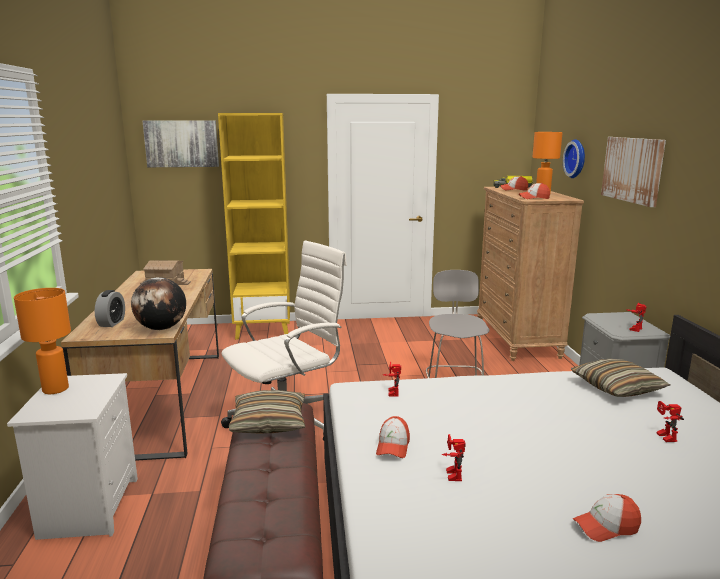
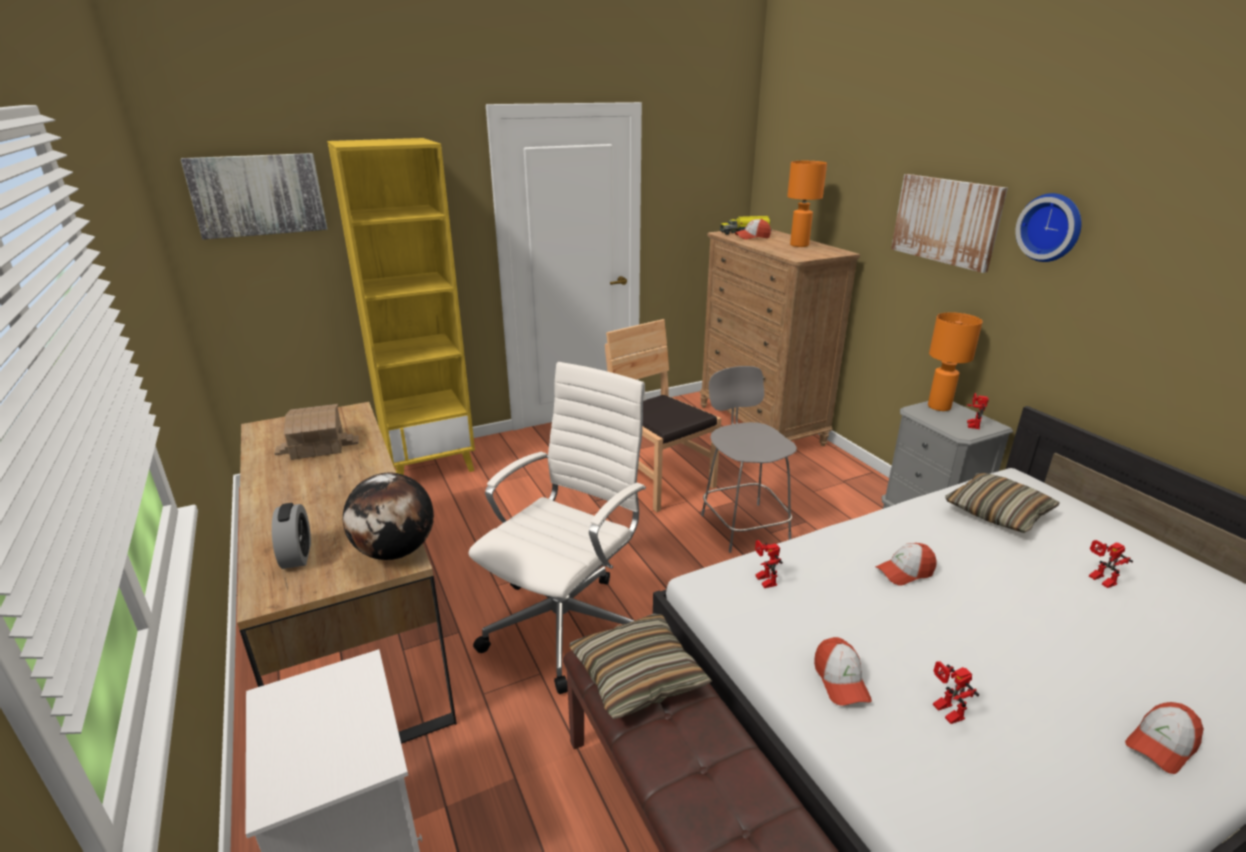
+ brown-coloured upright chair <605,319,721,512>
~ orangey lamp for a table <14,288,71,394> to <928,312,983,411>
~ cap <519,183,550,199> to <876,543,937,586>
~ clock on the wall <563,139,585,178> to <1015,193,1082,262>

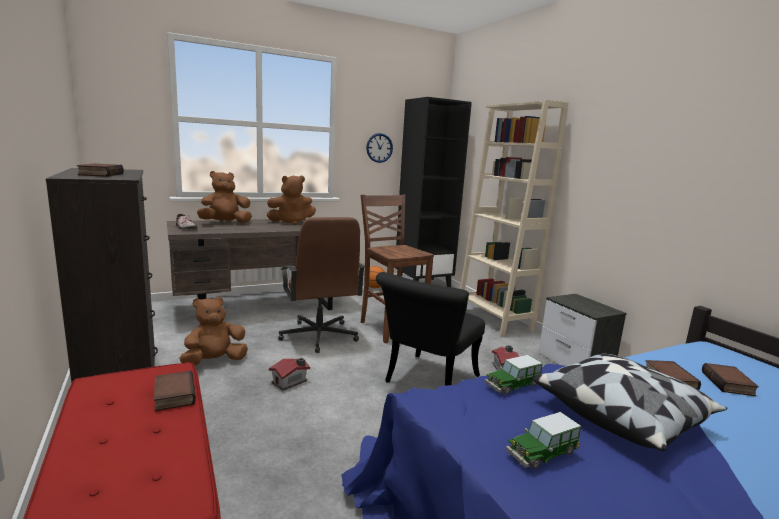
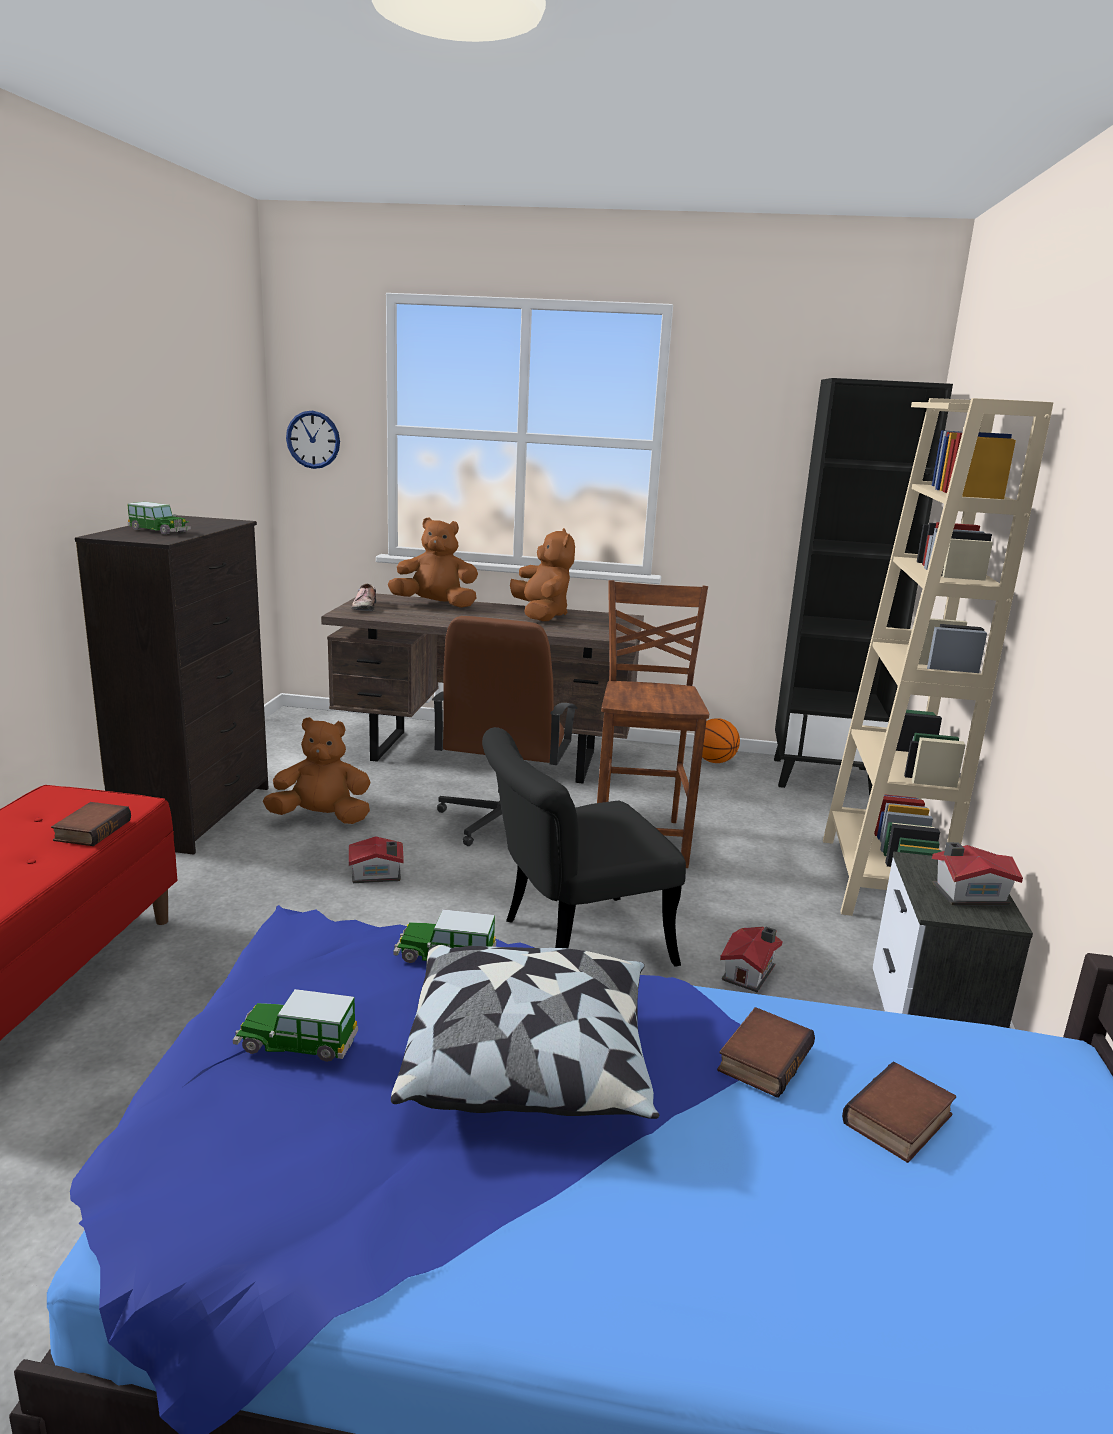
+ miniature house <932,842,1023,906>
~ clock on the wall <366,133,393,163> to <286,411,340,469>
~ bound book <77,163,124,177> to model car <127,502,191,535>
~ brown-coloured soft toy <267,176,316,225> = <510,528,575,621> 120 degrees counterclockwise

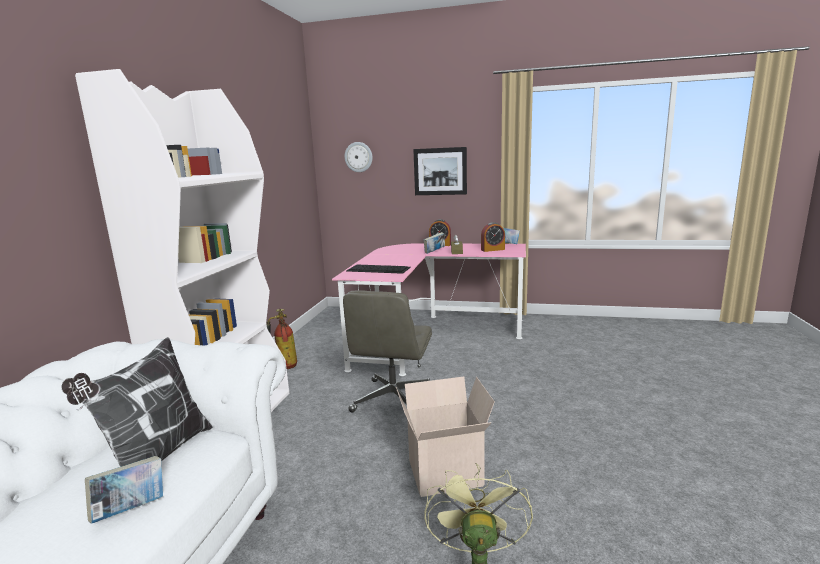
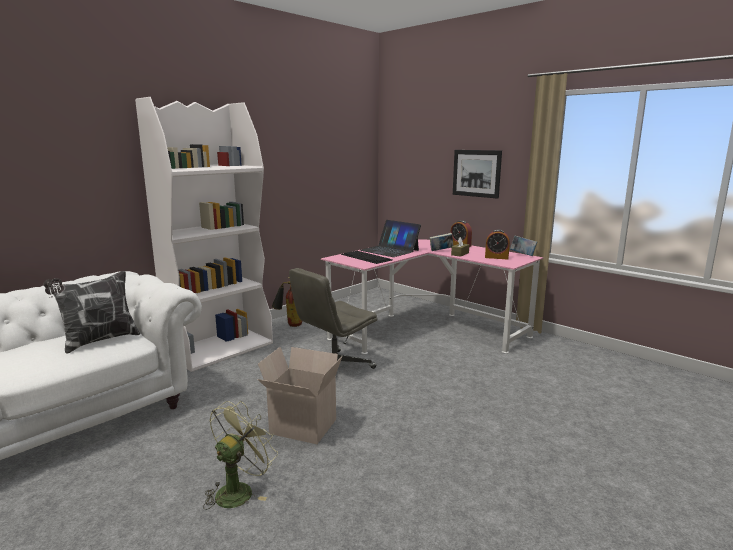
- bound book <85,456,163,524>
- clock on the wall <344,142,373,172>
+ portable computer <360,220,421,257>

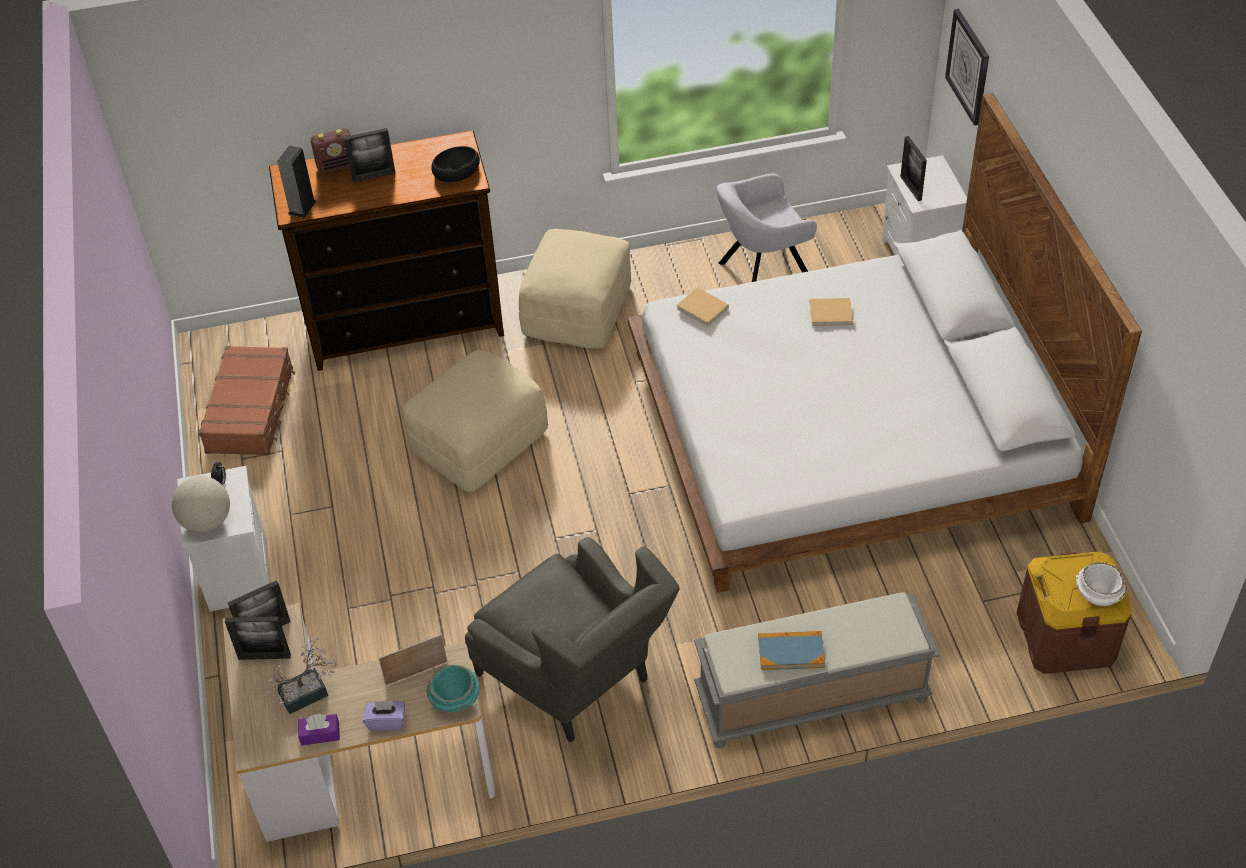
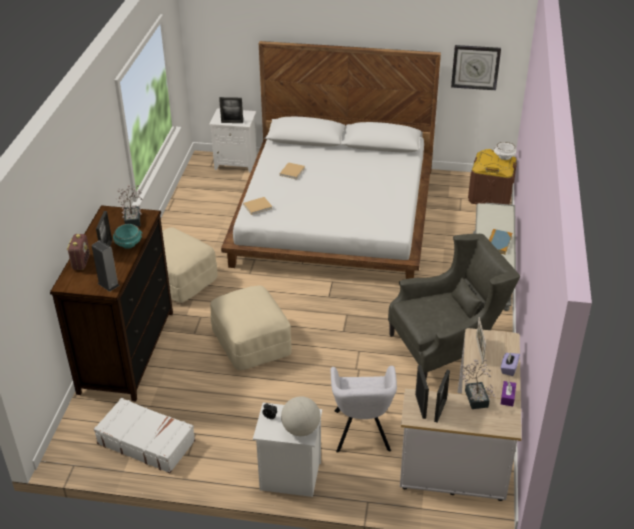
~ blue-green deep dish <427,665,480,712> to <113,224,142,249>
~ grey armchair <717,174,817,282> to <331,366,397,453>
~ clock on the wall <945,9,989,126> to <451,45,501,90>
~ blackish deep dish <431,146,480,182> to houseplant <115,185,143,226>
~ brown-coloured piece of luggage <198,346,295,455> to white piece of luggage <94,398,195,473>

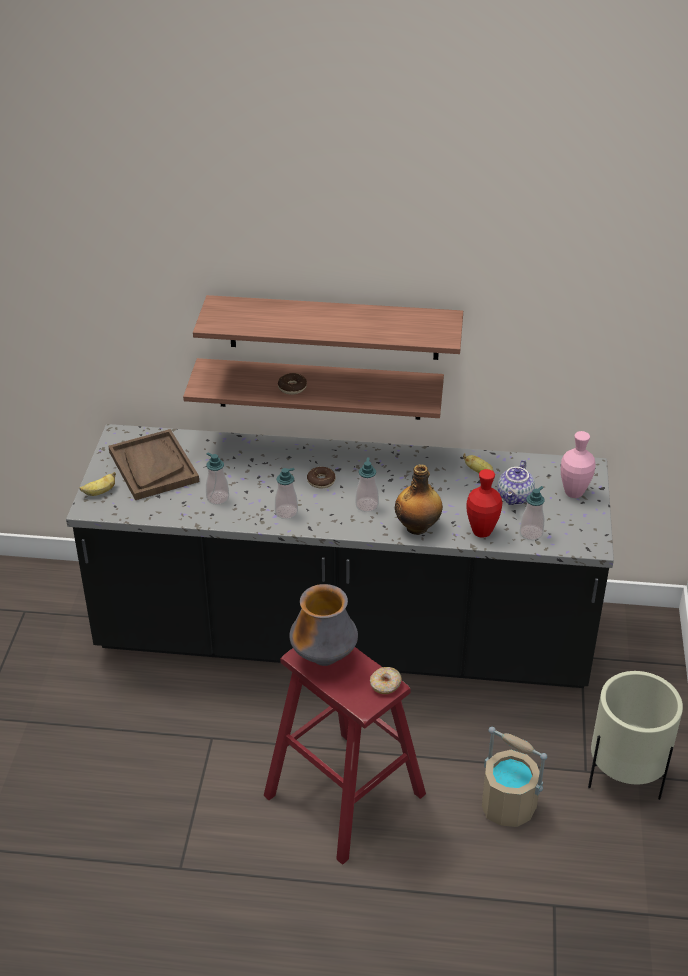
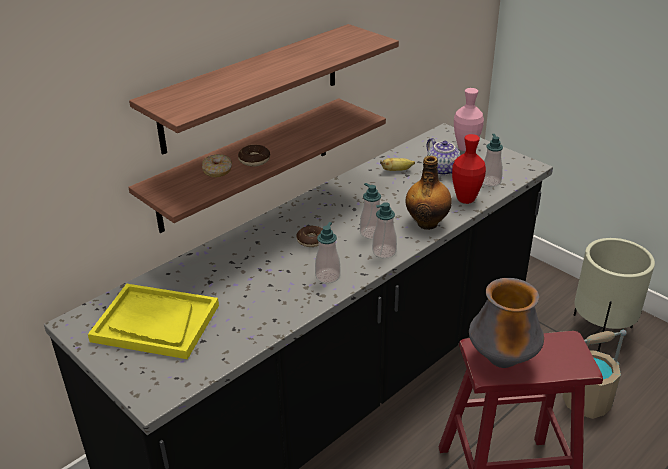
- whole banana <79,472,116,496>
~ soap bottle <206,453,229,505> to <372,202,397,259>
~ doughnut <370,667,402,694> to <202,154,232,178>
~ brown-coloured serving tray <108,429,199,500> to yellow-coloured serving tray <88,284,219,359>

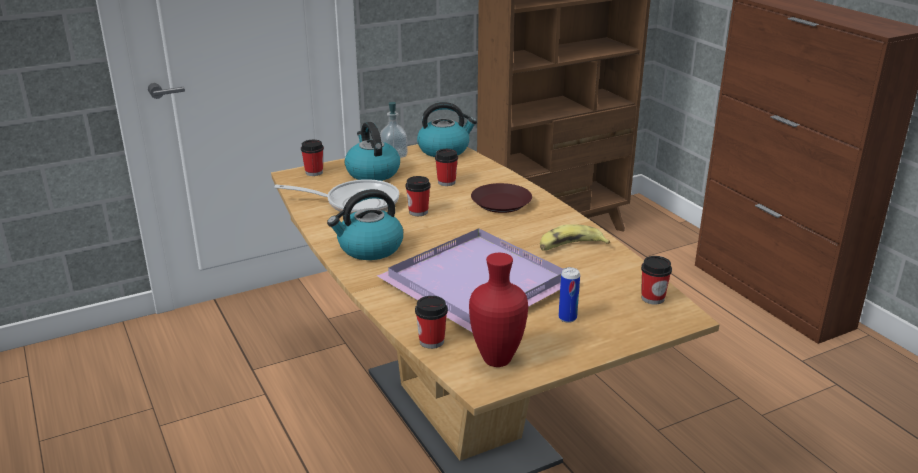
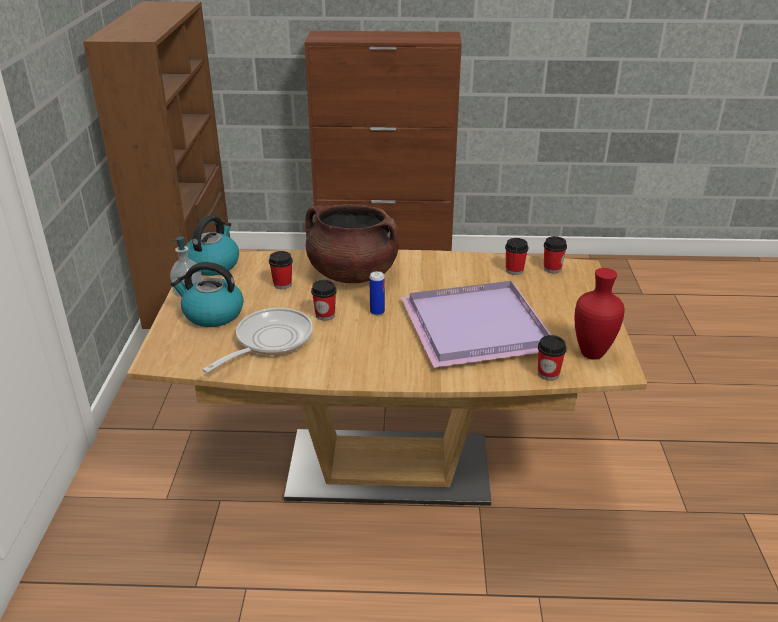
- tea kettle <327,189,403,260>
- whole banana <540,224,610,251>
~ small cup <301,140,324,176> to <505,238,529,275>
~ metal can <558,267,580,323> to <369,271,385,316>
~ brown-coloured flat dish <471,183,532,213> to brown-coloured saucepot <305,204,398,283>

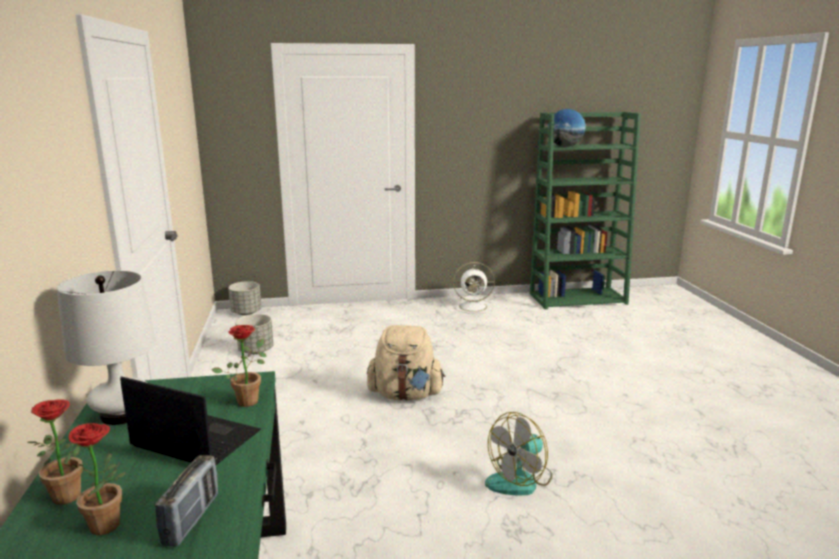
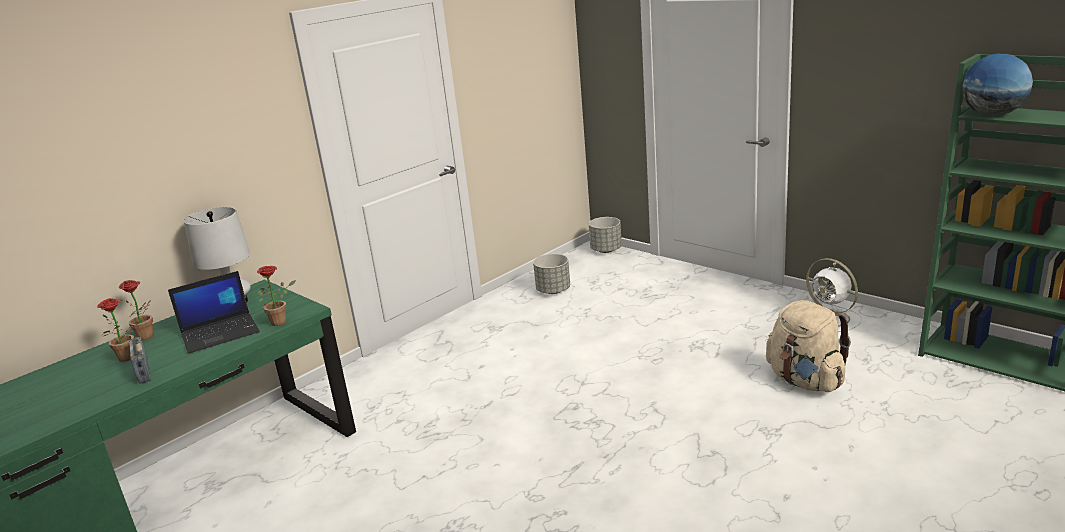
- electric fan <485,412,552,496>
~ sand-coloured knapsack <367,325,445,400> to <766,300,851,392>
~ portable computer <120,376,261,465> = <168,271,260,354> 75 degrees clockwise
~ radio receiver <155,455,218,547> = <129,337,151,384> 90 degrees clockwise

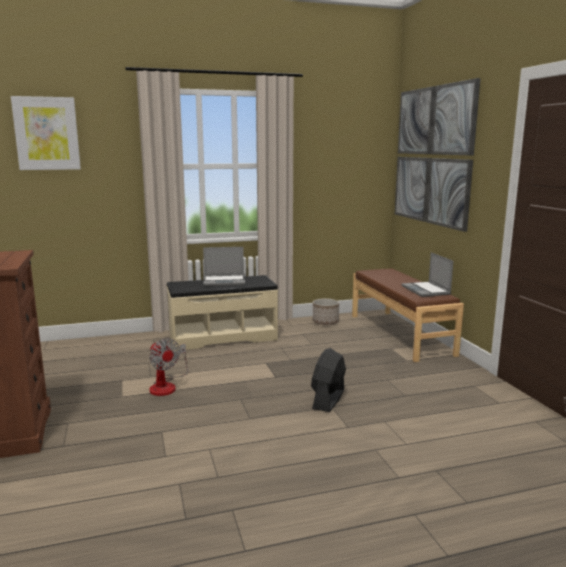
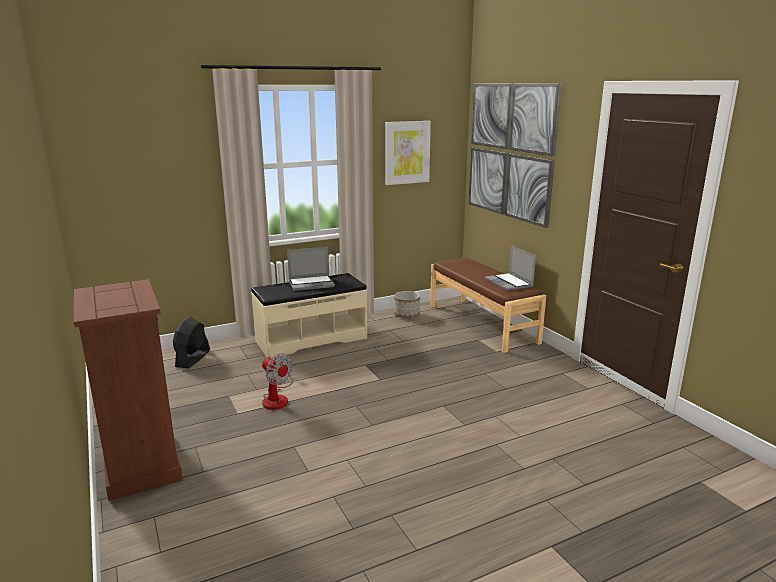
~ wall picture <11,96,81,170> to <385,121,431,185>
~ blackish electric fan <311,348,346,412> to <173,317,210,368>

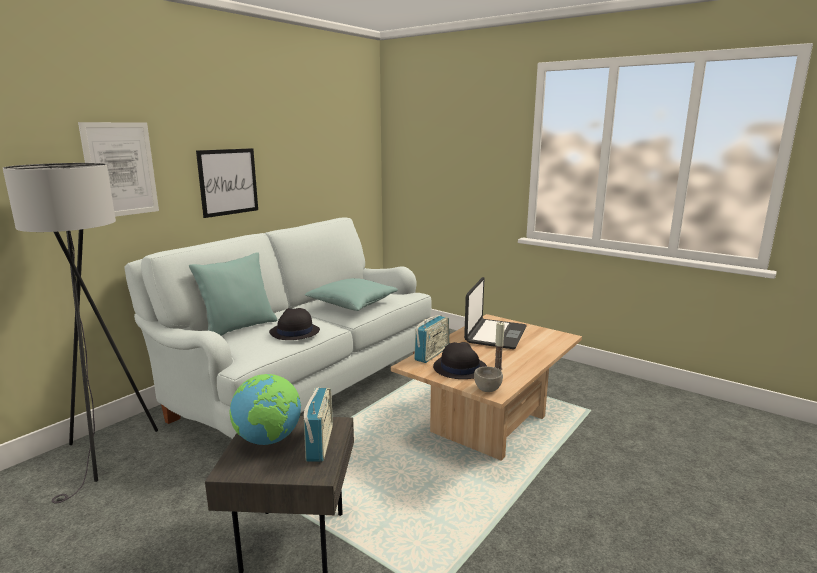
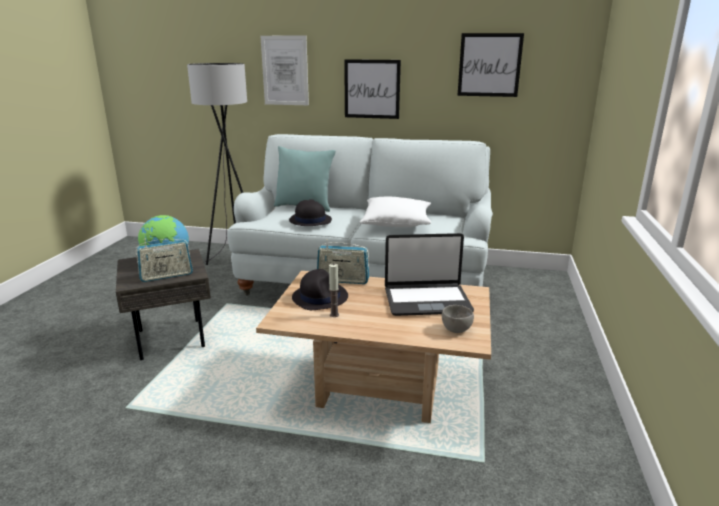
+ wall picture <457,33,524,97>
~ grey deep dish <474,367,503,392> to <442,305,474,333>
~ blue-green pillow <305,278,398,311> to white pillow <360,196,431,227>

